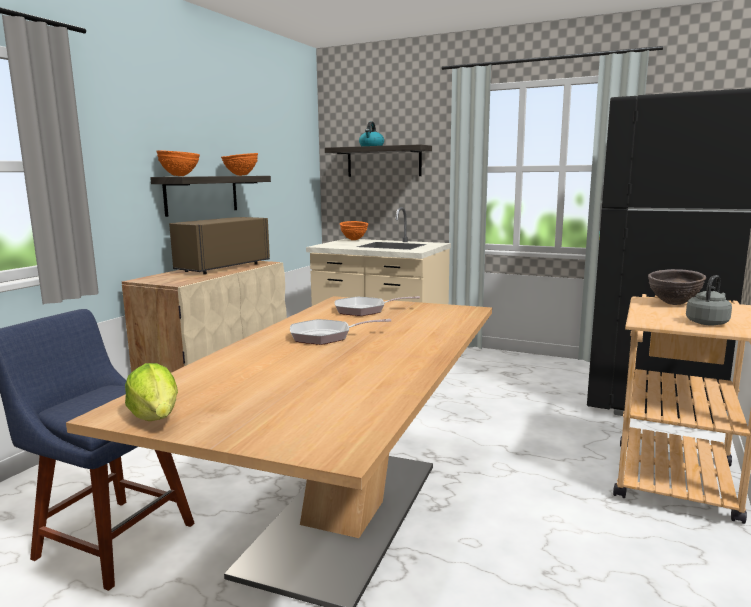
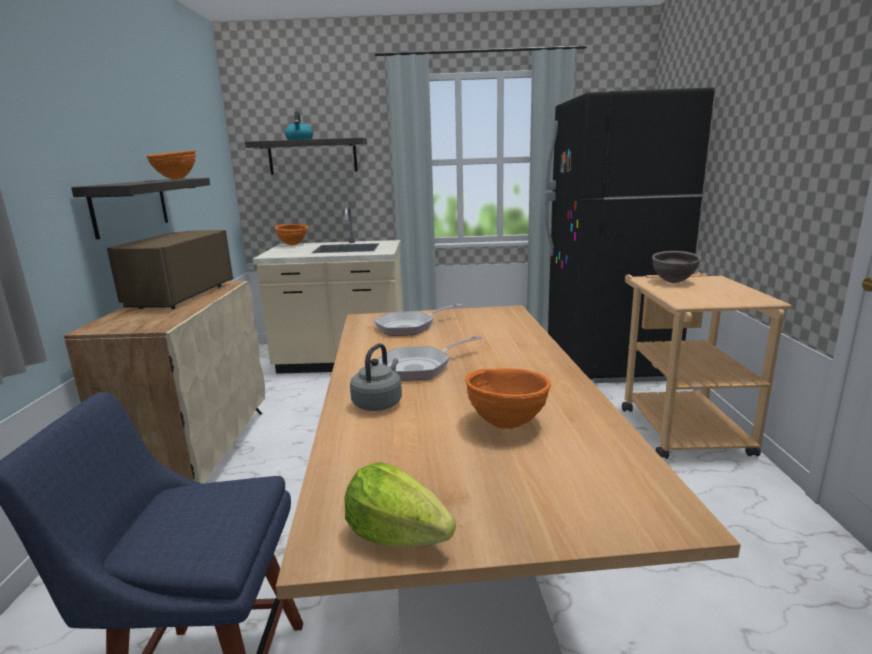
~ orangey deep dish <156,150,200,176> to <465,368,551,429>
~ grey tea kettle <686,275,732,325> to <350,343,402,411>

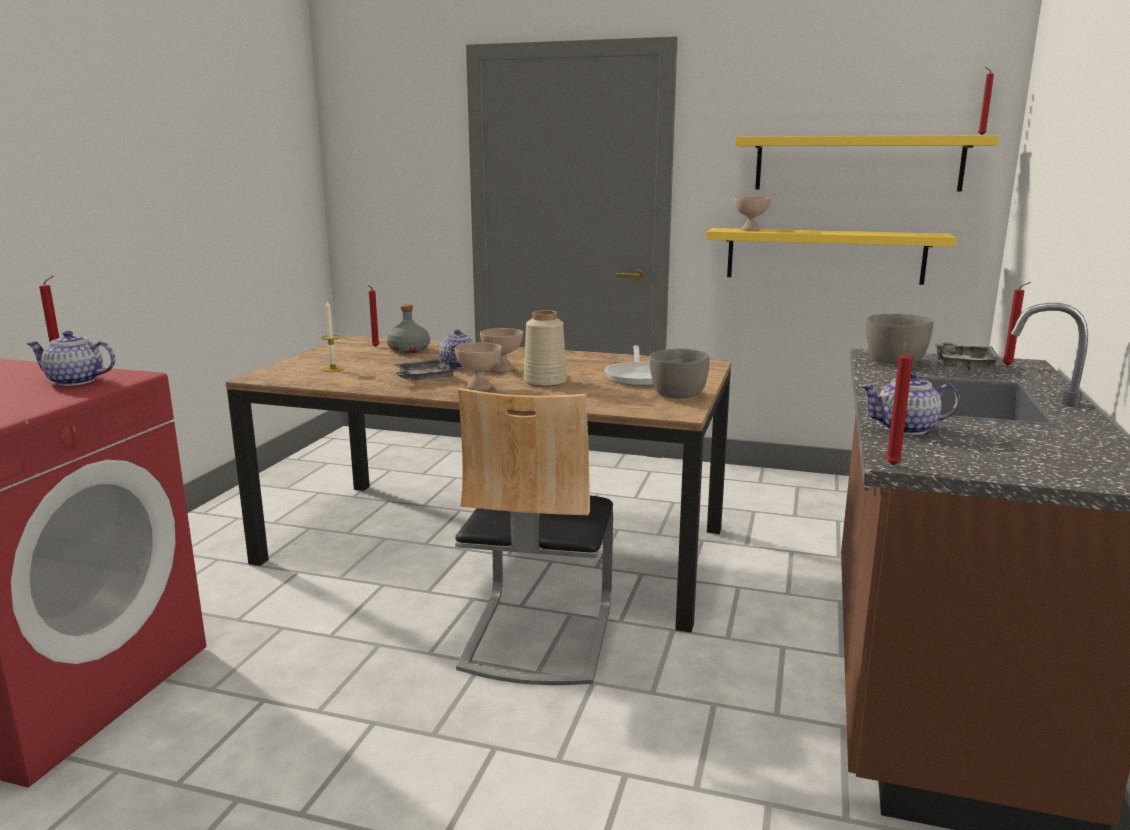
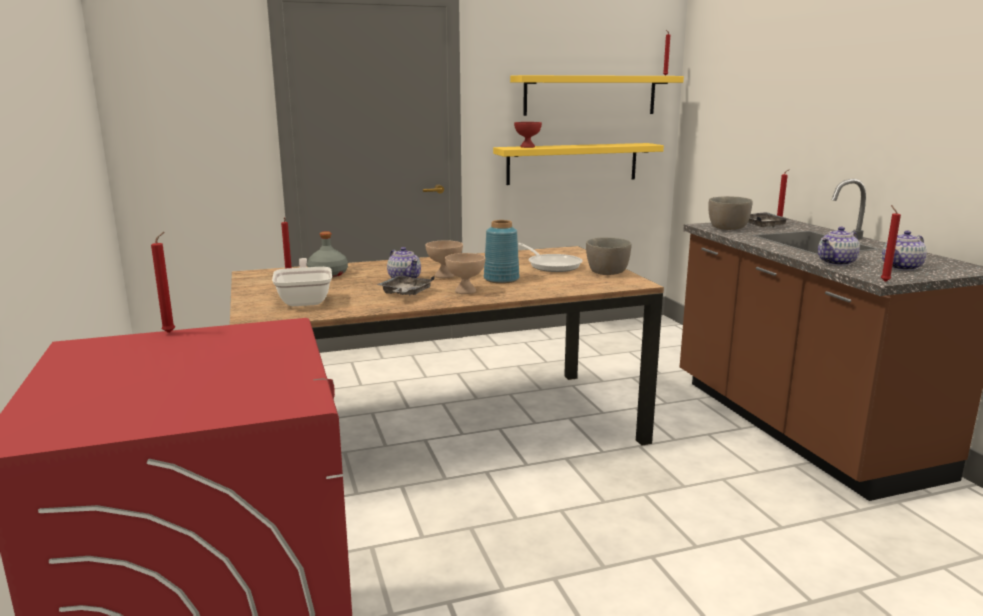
- upright chair <455,388,613,685>
~ teapot <26,331,115,386> to <882,230,927,271>
~ wax light <321,300,344,372> to pan <272,258,332,306>
~ sand-coloured flower vase <524,310,567,387> to blue-coloured flower vase <484,220,519,284>
~ sand-coloured deep dish <735,197,771,231> to red-coloured deep dish <514,122,542,148>

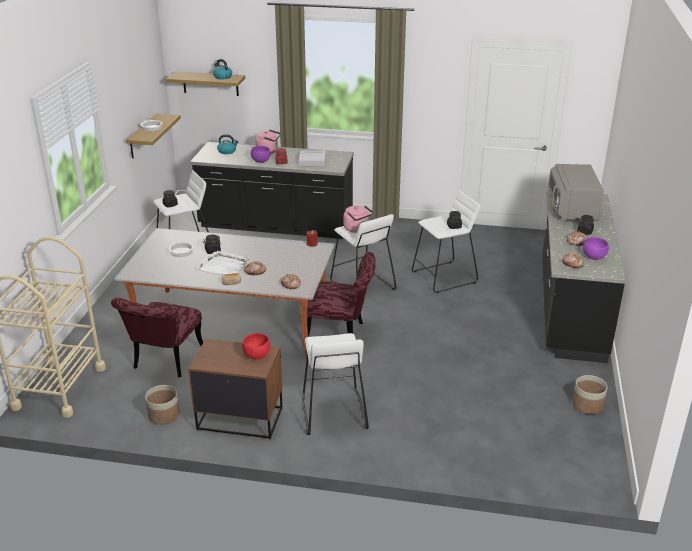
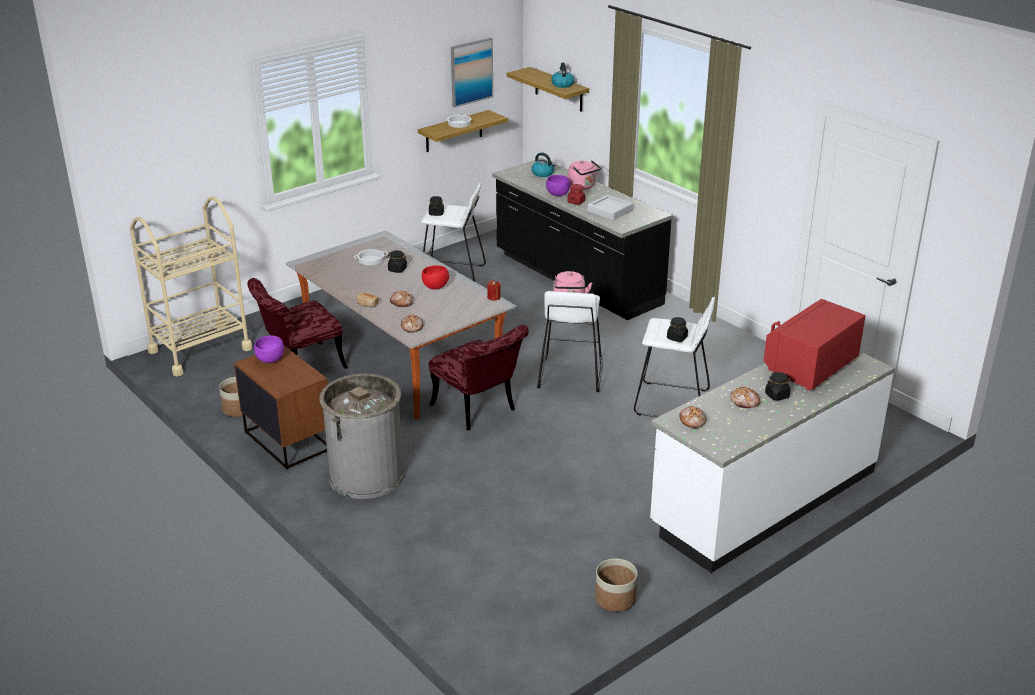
- white serving tray <196,250,249,275>
+ wall picture <451,38,493,108>
~ red-coloured deep dish <242,333,271,359> to <422,265,449,289>
~ purplish deep dish <583,237,609,260> to <254,336,284,363>
~ white stool <302,333,369,435> to grey rubbish bin <319,373,404,499>
~ blackish kitchen counter <542,190,626,363> to white kitchen counter <650,352,895,573>
~ grey kitchen microwave <548,164,603,223> to red-coloured kitchen microwave <764,299,865,390>

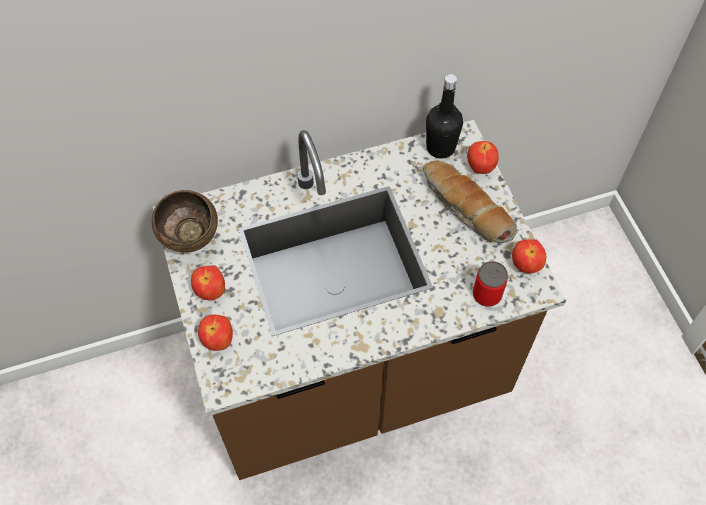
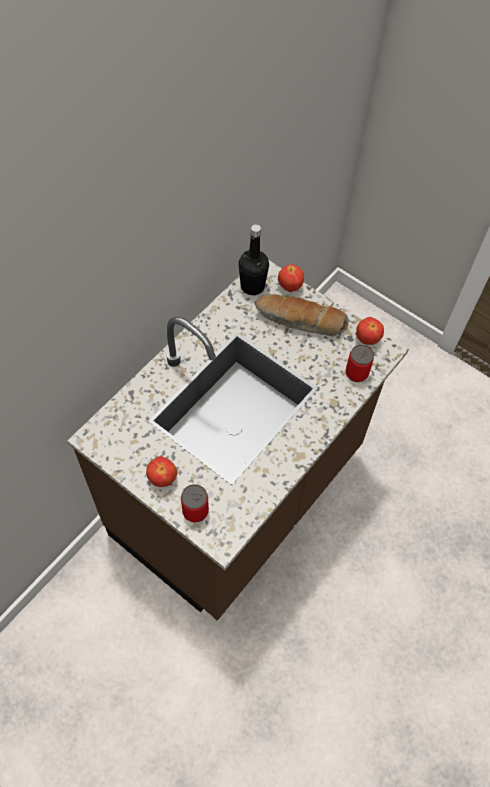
- brown-coloured deep dish <152,190,218,253>
~ apple fruit <198,315,233,351> to metal can <181,484,209,523>

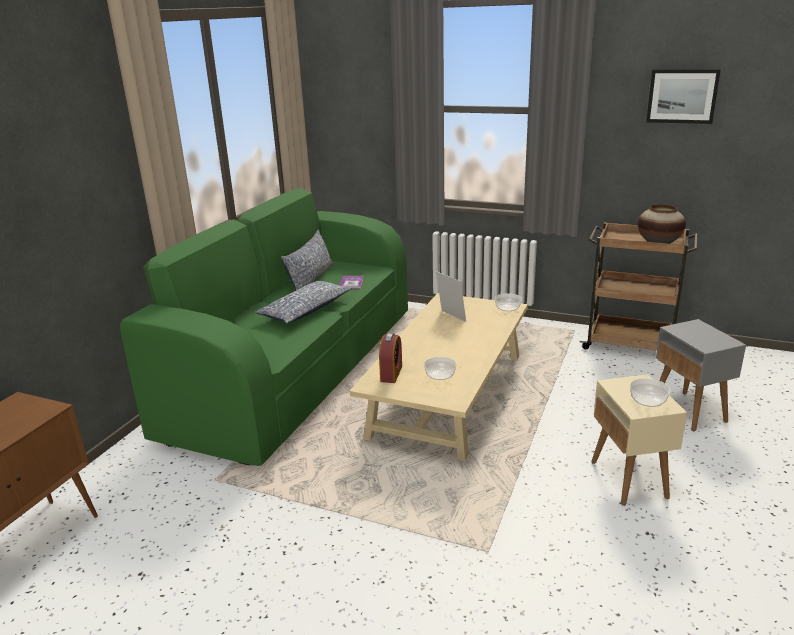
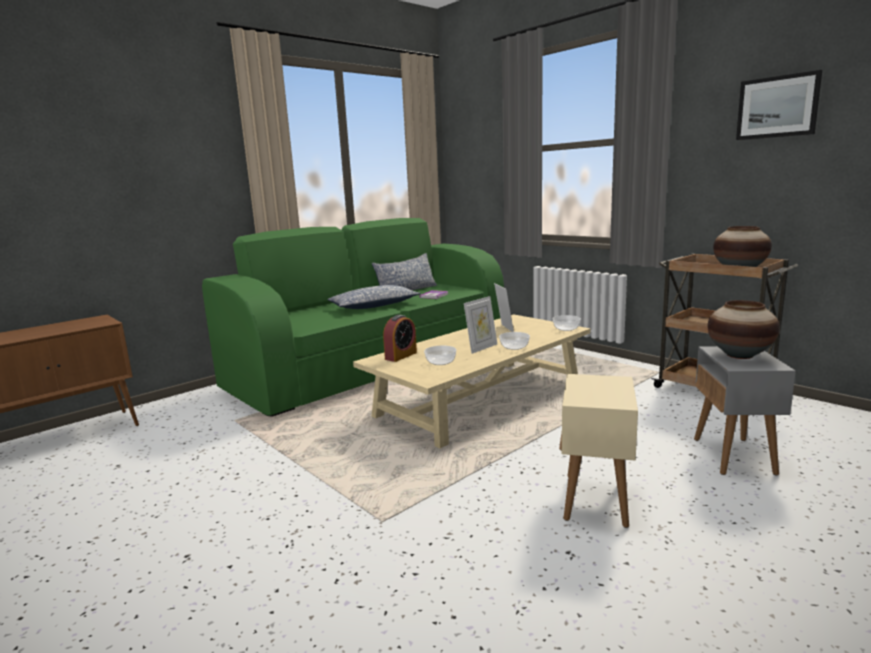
+ picture frame <464,296,497,354>
+ flower vase <708,300,780,359>
~ deep dish <630,378,670,407> to <499,332,530,350>

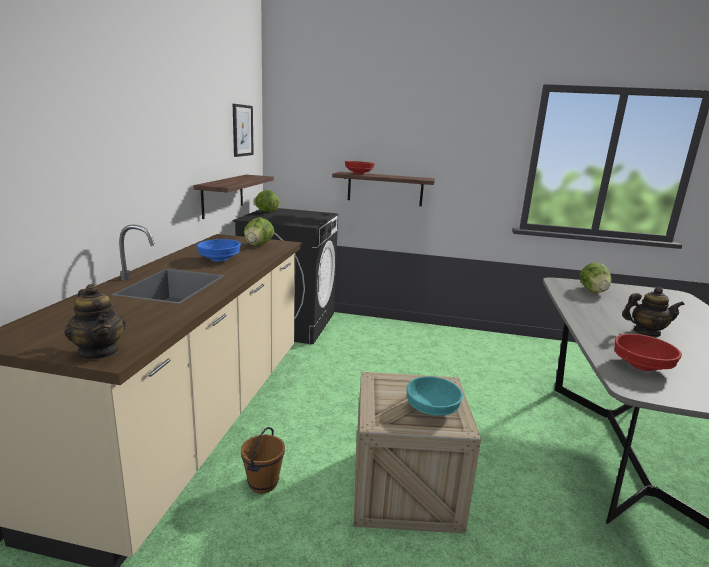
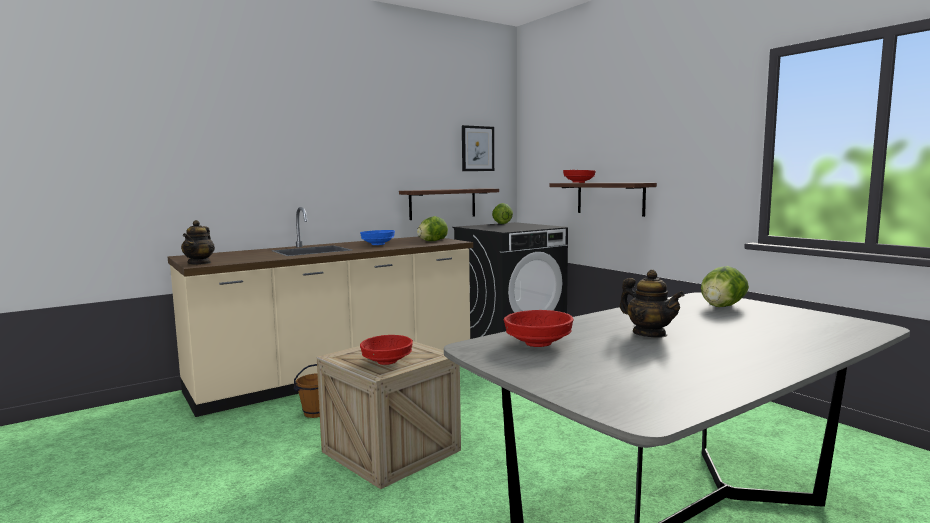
~ blue-green deep dish <407,376,463,416> to red-coloured deep dish <360,335,413,365>

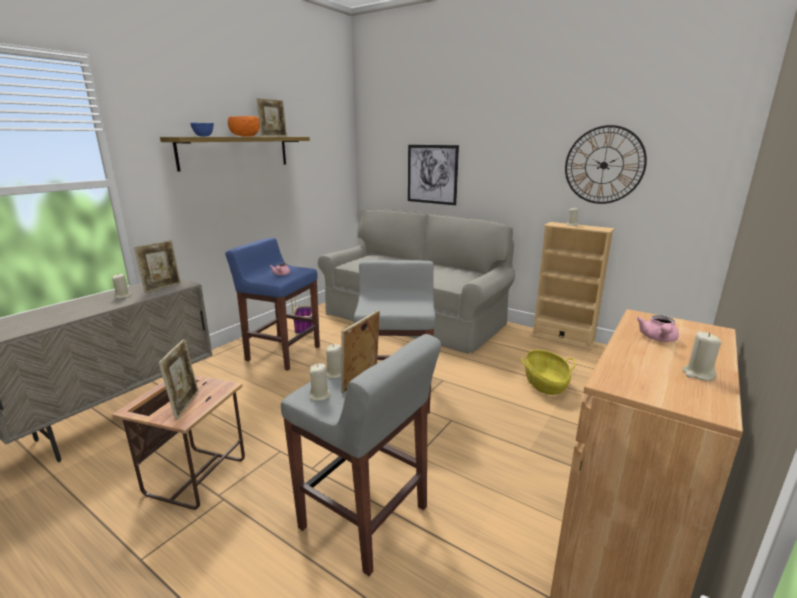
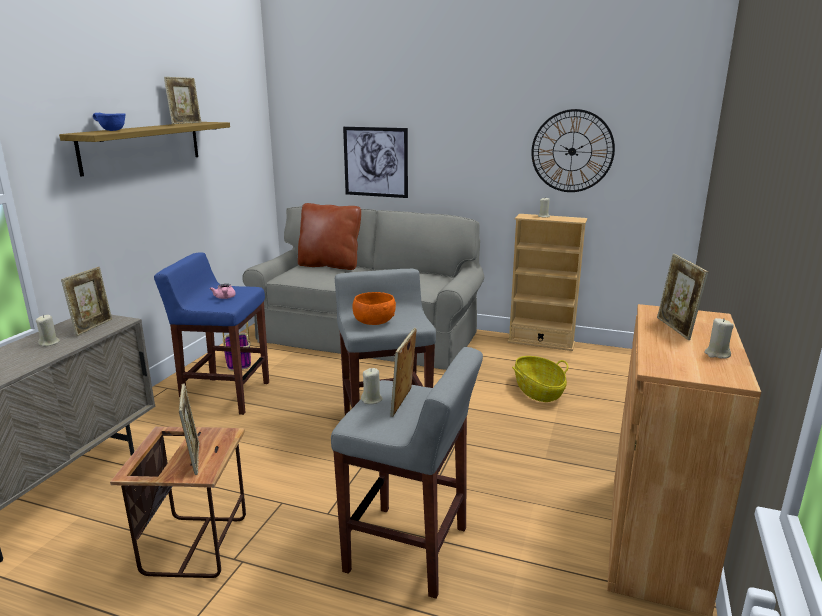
- sand-coloured wax light <309,363,331,401>
+ brown-coloured pillow <298,203,361,270>
~ orangey deep dish <228,116,260,137> to <353,292,396,325>
~ pink-coloured teapot <637,315,679,342> to picture frame <657,254,708,340>

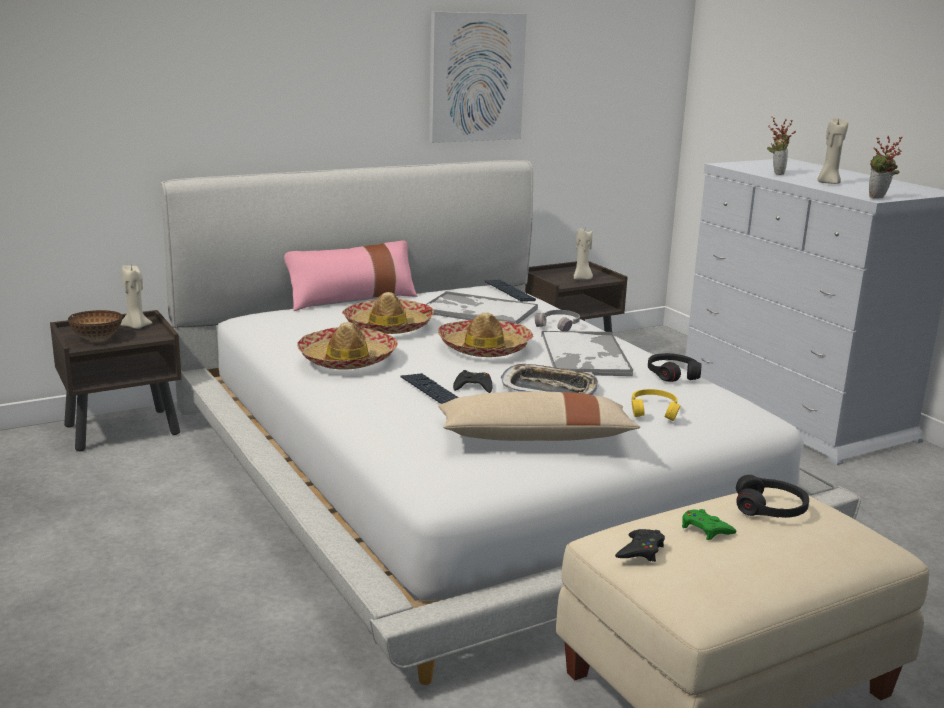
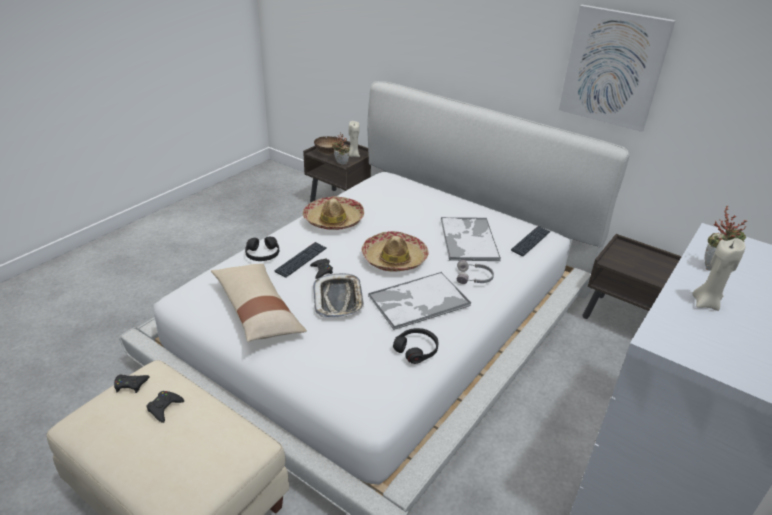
- pink-coloured pillow <284,240,418,311>
- wearable hat <342,292,434,334>
- sand-coloured wax light <574,229,593,280>
- yellow-coloured headphones <632,389,680,421>
~ blackish headphones <736,475,809,518> to <245,236,279,261>
~ houseplant <869,136,903,198> to <332,132,350,165>
~ green-coloured joypad <682,509,737,540> to blackish joypad <146,391,184,423>

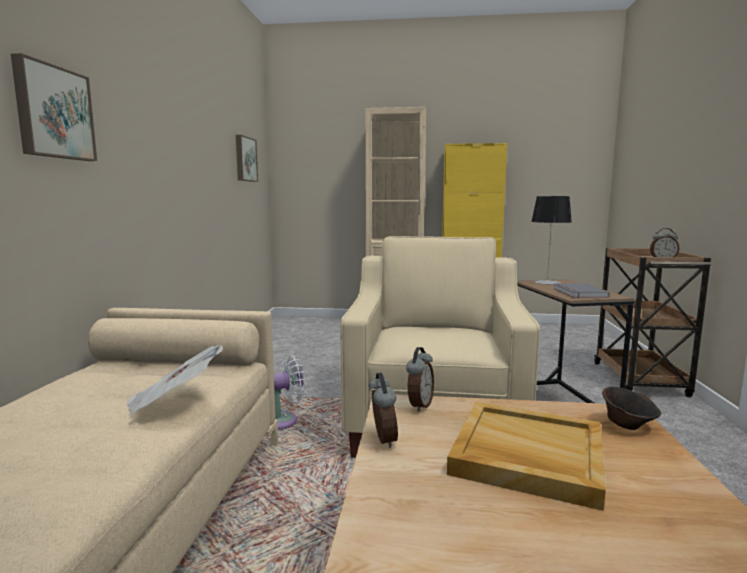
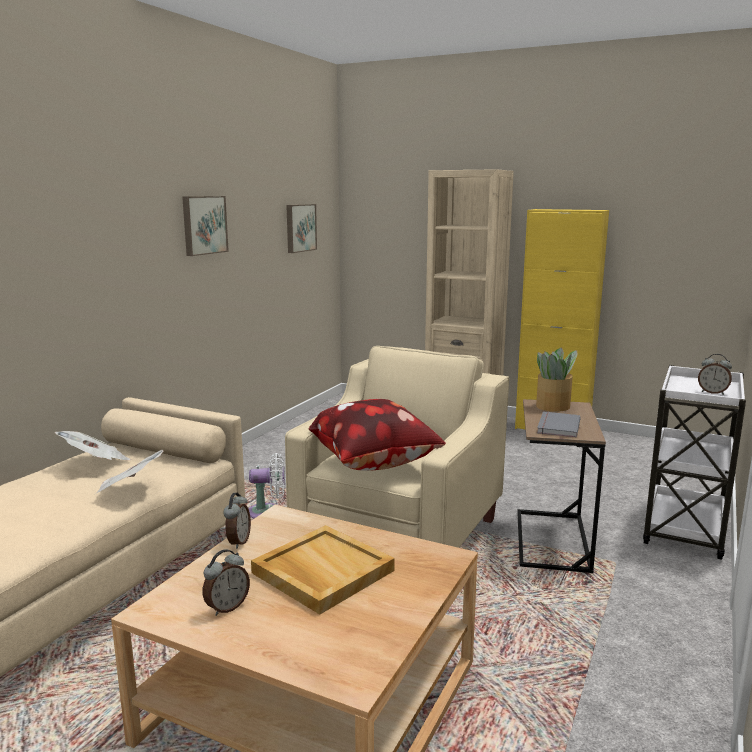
- brown-coloured deep dish <602,387,661,430>
+ daily paper <54,431,131,460>
+ pillow <308,399,446,471>
~ wall picture <11,53,97,161> to <182,196,229,256>
~ alarm clock <406,347,434,412> to <202,549,250,616>
~ lamp for a table <531,196,572,285> to houseplant <536,348,578,412>
~ brown-coloured trolley <594,248,711,397> to white trolley <643,365,746,560>

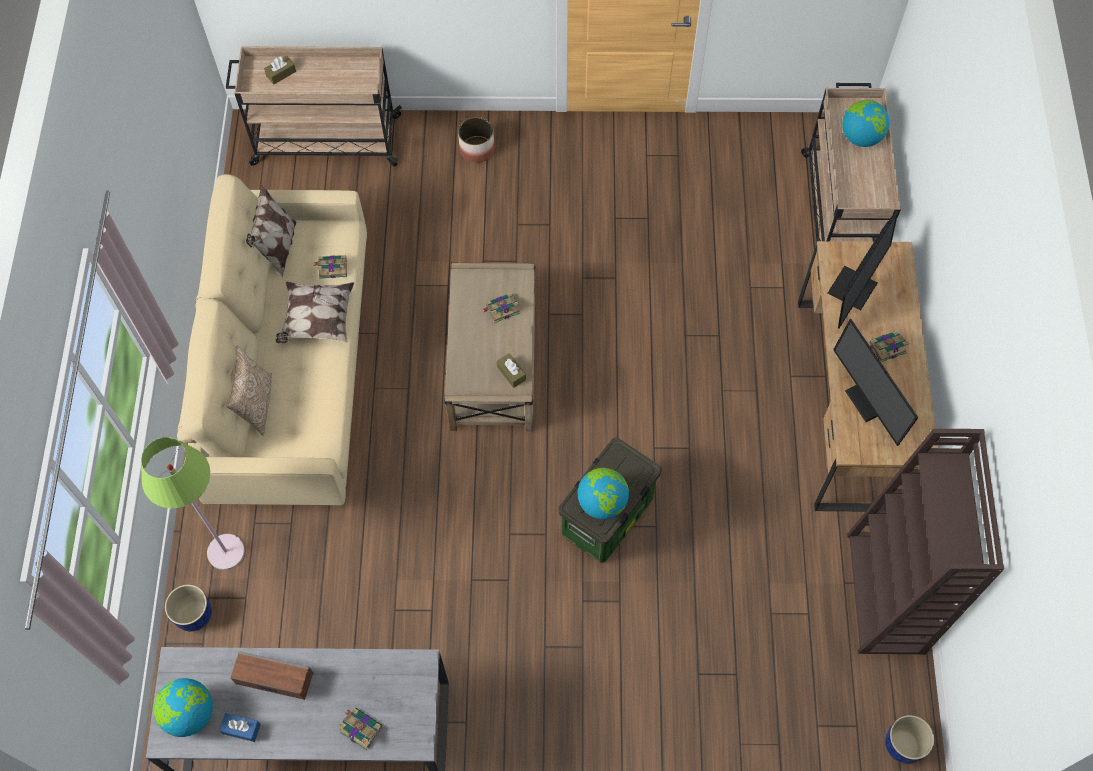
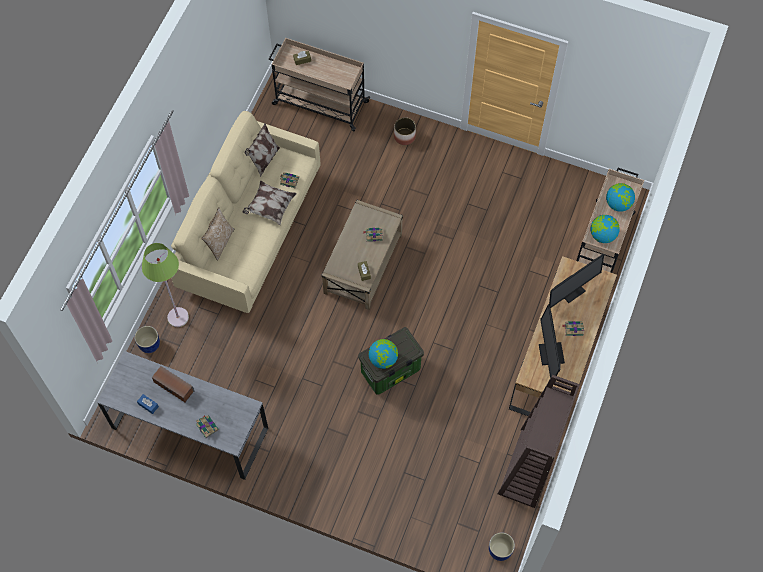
~ world globe <154,678,213,737> to <591,215,620,243>

